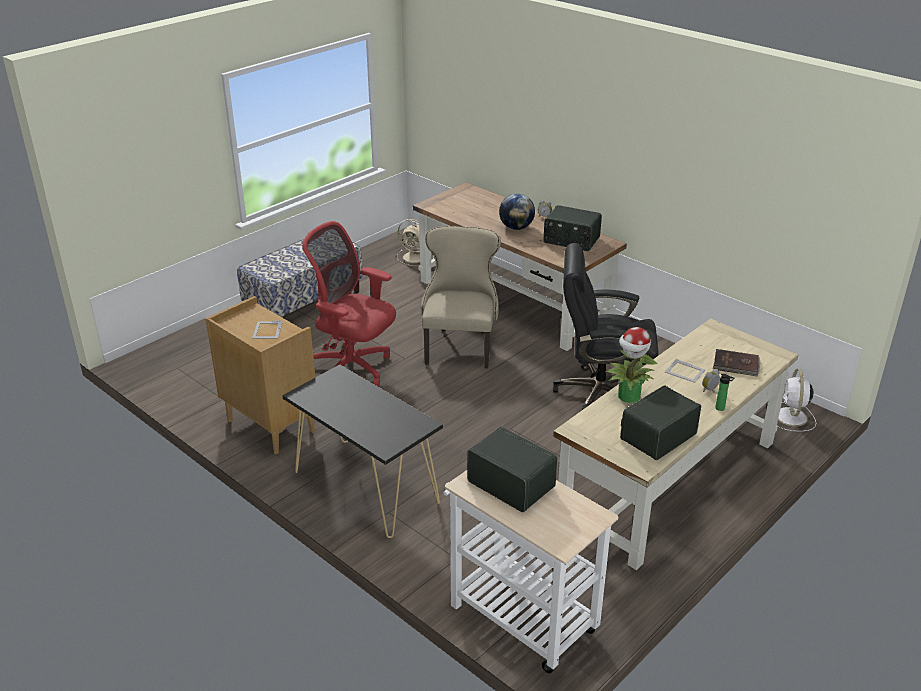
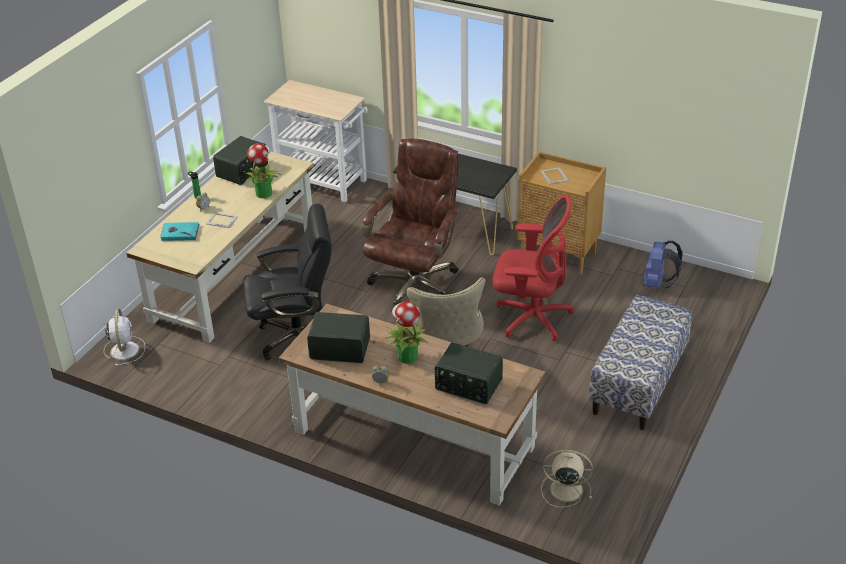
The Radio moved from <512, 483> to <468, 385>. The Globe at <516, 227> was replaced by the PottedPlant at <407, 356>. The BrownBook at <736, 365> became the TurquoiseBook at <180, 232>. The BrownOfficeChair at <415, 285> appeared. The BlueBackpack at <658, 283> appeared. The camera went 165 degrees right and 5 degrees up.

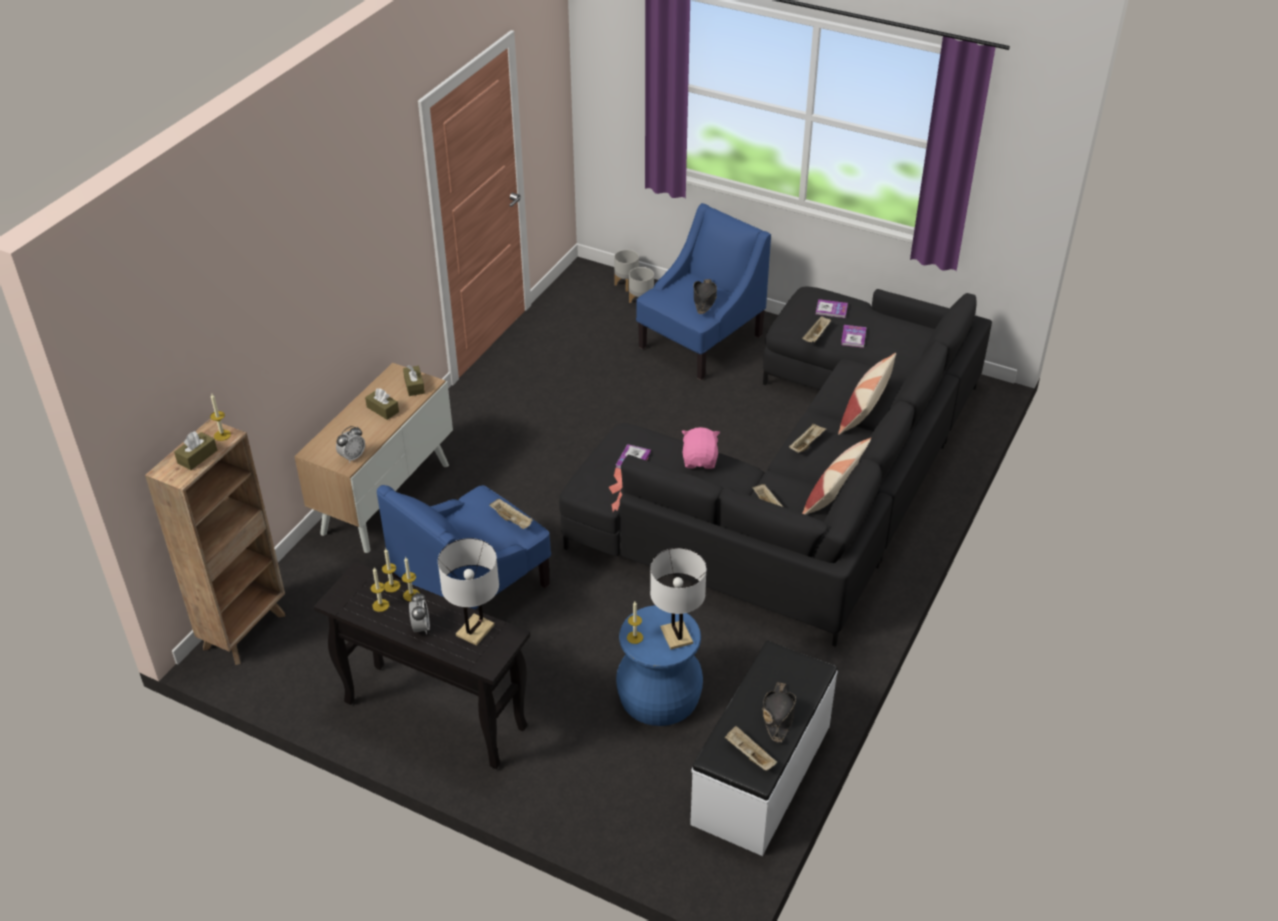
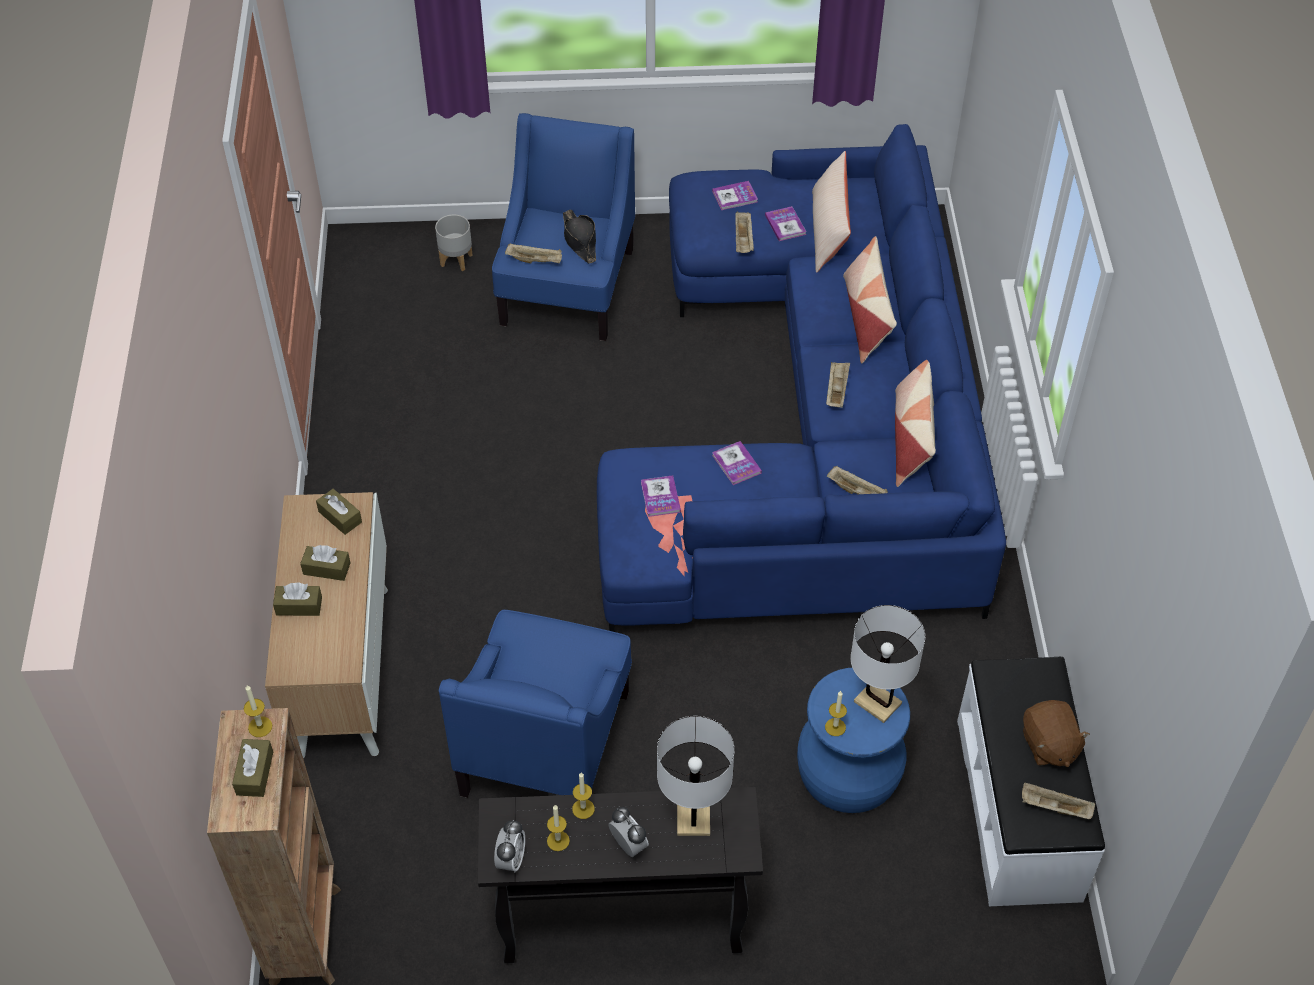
The AlarmClock moved from <352, 457> to <511, 860>. The Candle at <392, 586> disappeared. The BeigeTray moved from <512, 520> to <535, 260>. The BlackSofa at <806, 480> became the BlueSofa at <815, 424>. The GreyPlanter at <627, 284> disappeared. The PinkPlushToy at <700, 460> was replaced by the Book at <736, 464>. The BlackHat at <778, 715> was replaced by the BrownPlushToy at <1048, 745>. The BrownTissueBox at <299, 606> appeared. The BeigePillow at <828, 231> appeared. The camera went 30 degrees left and 10 degrees up.

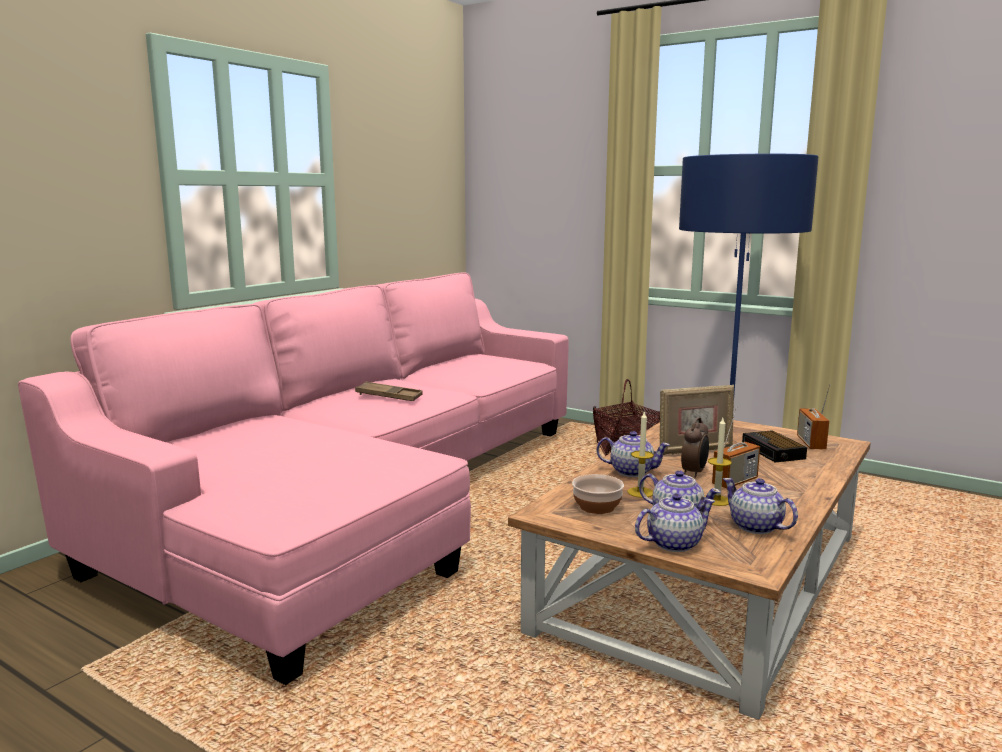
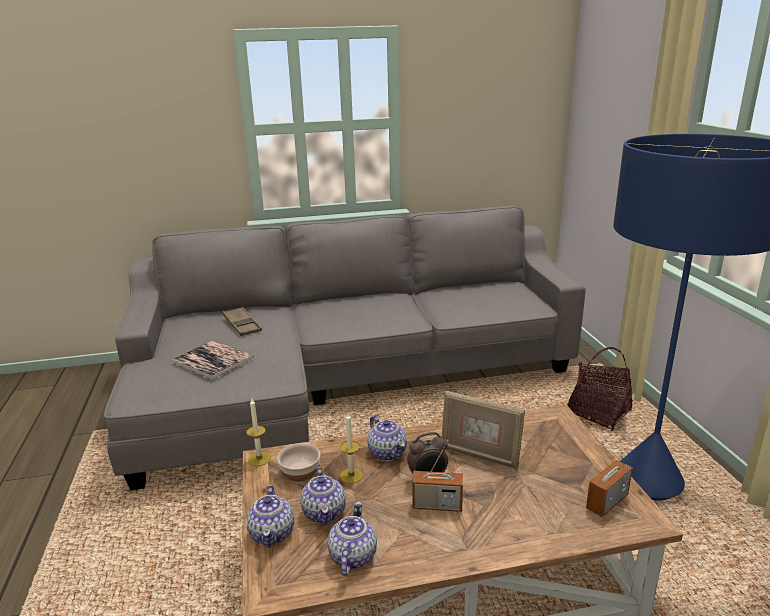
The PinkSofa at <364, 505> became the GreySofa at <339, 384>. The BrownTray moved from <389, 396> to <242, 325>. The Teapot at <673, 543> turned 60 degrees clockwise. The Candle moved from <717, 500> to <259, 459>. The AlarmClock at <774, 452> disappeared. The Book at <213, 360> appeared. The camera went 45 degrees right and 10 degrees up.

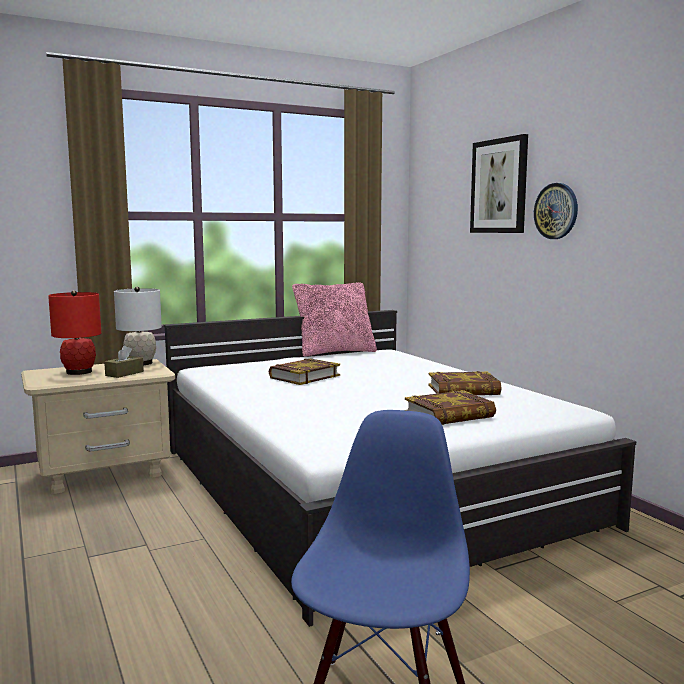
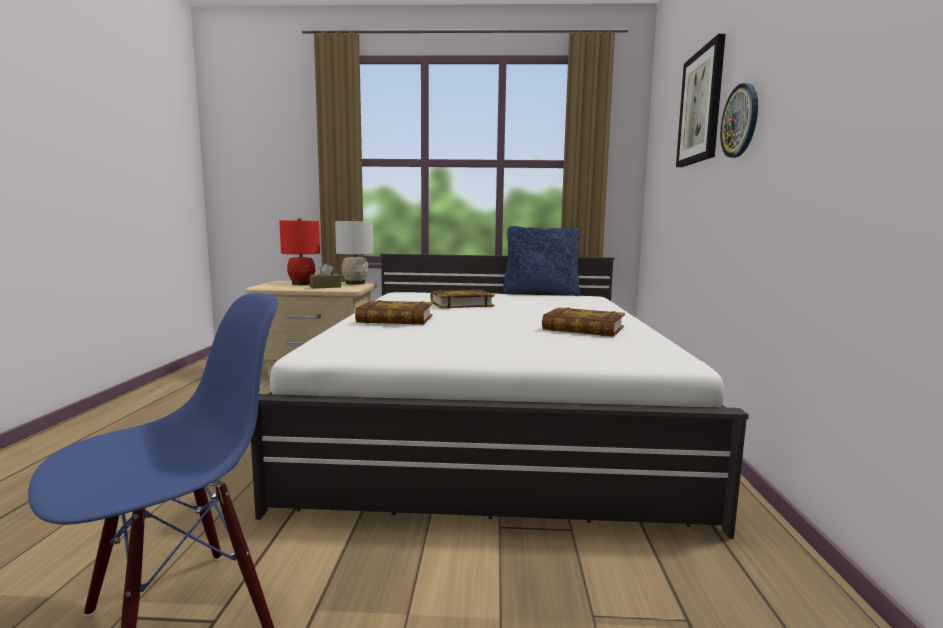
The PinkPillow at <335, 351> became the BluePillow at <541, 293>. The Book moved from <449, 415> to <395, 319>. The camera went 30 degrees right and 0 degrees up.

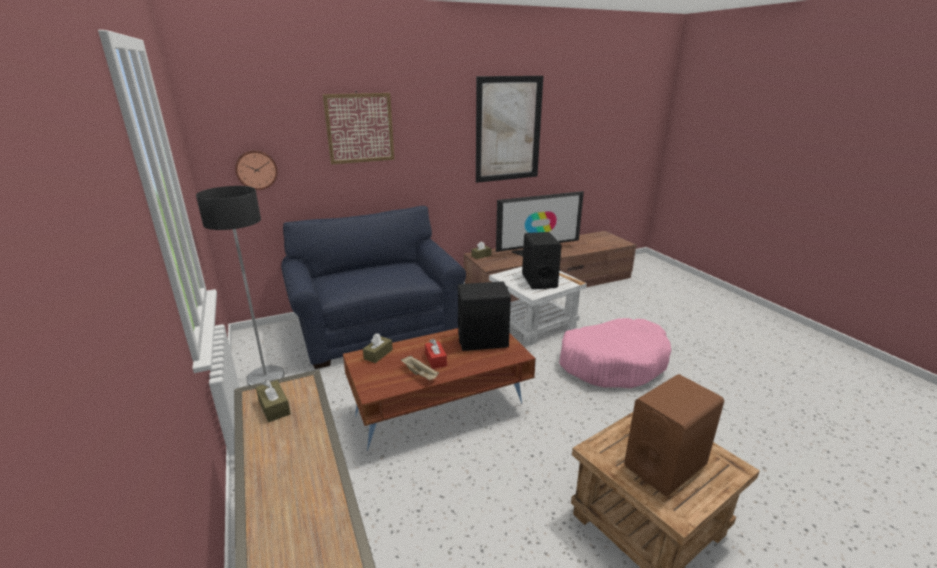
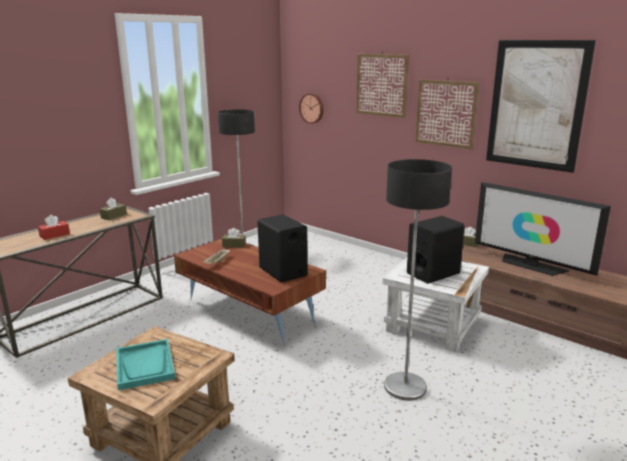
The BlueSofa at <377, 328> disappeared. The RedTissueBox moved from <435, 359> to <54, 235>. The PinkDogBed at <613, 363> was replaced by the FloorLamp at <404, 387>. The BrownSpeaker at <665, 465> was replaced by the TurquoiseTray at <145, 365>. The Picture at <446, 112> appeared. The camera went 65 degrees right and 5 degrees down.

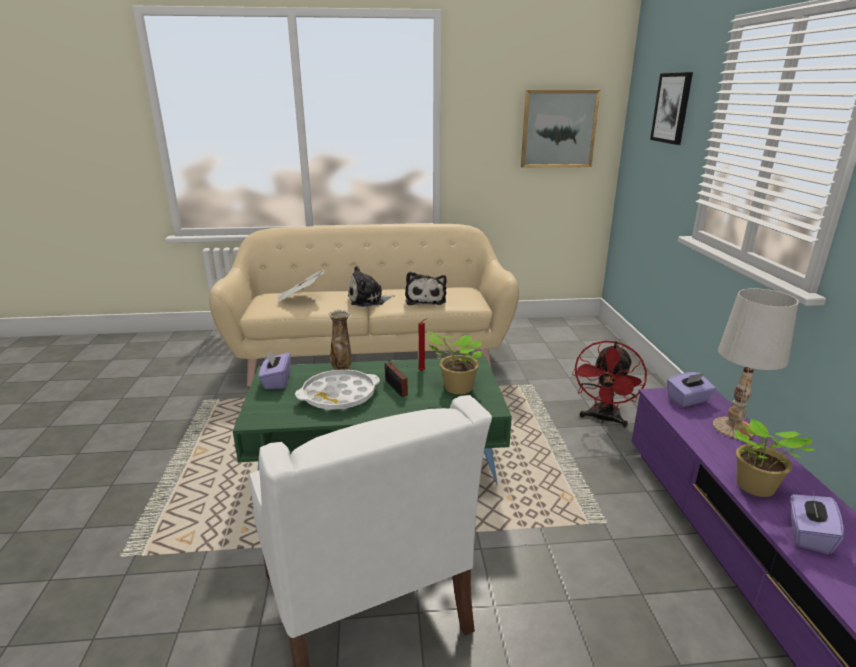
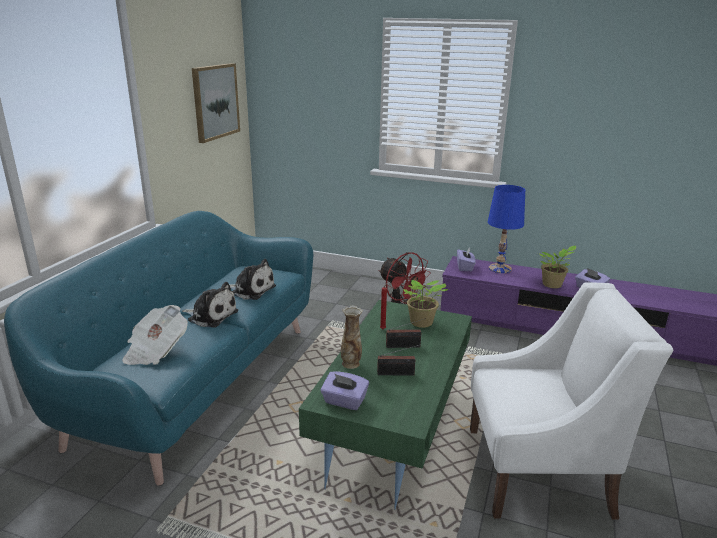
The BeigeSofa at <371, 357> became the TurquoiseSofa at <195, 381>. The WhiteTray at <339, 396> was replaced by the Radio at <398, 374>. The PlushToy at <368, 300> turned 75 degrees counterclockwise. The Picture at <672, 108> disappeared. The WhiteTableLamp at <732, 428> became the BlueTableLamp at <499, 268>. The camera went 65 degrees left and 0 degrees up.

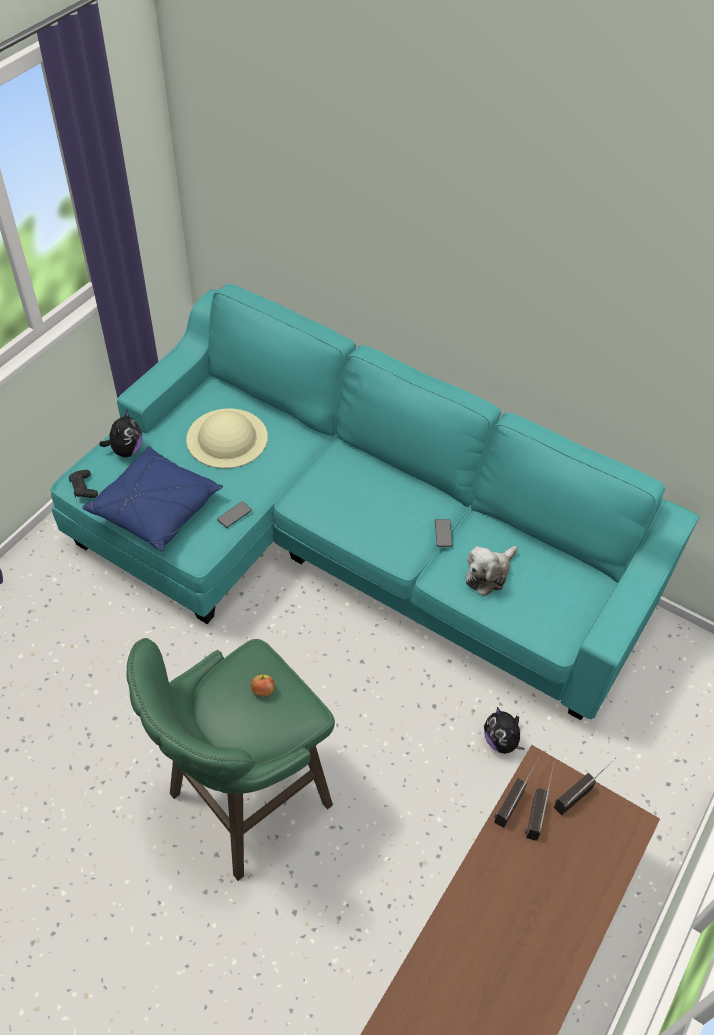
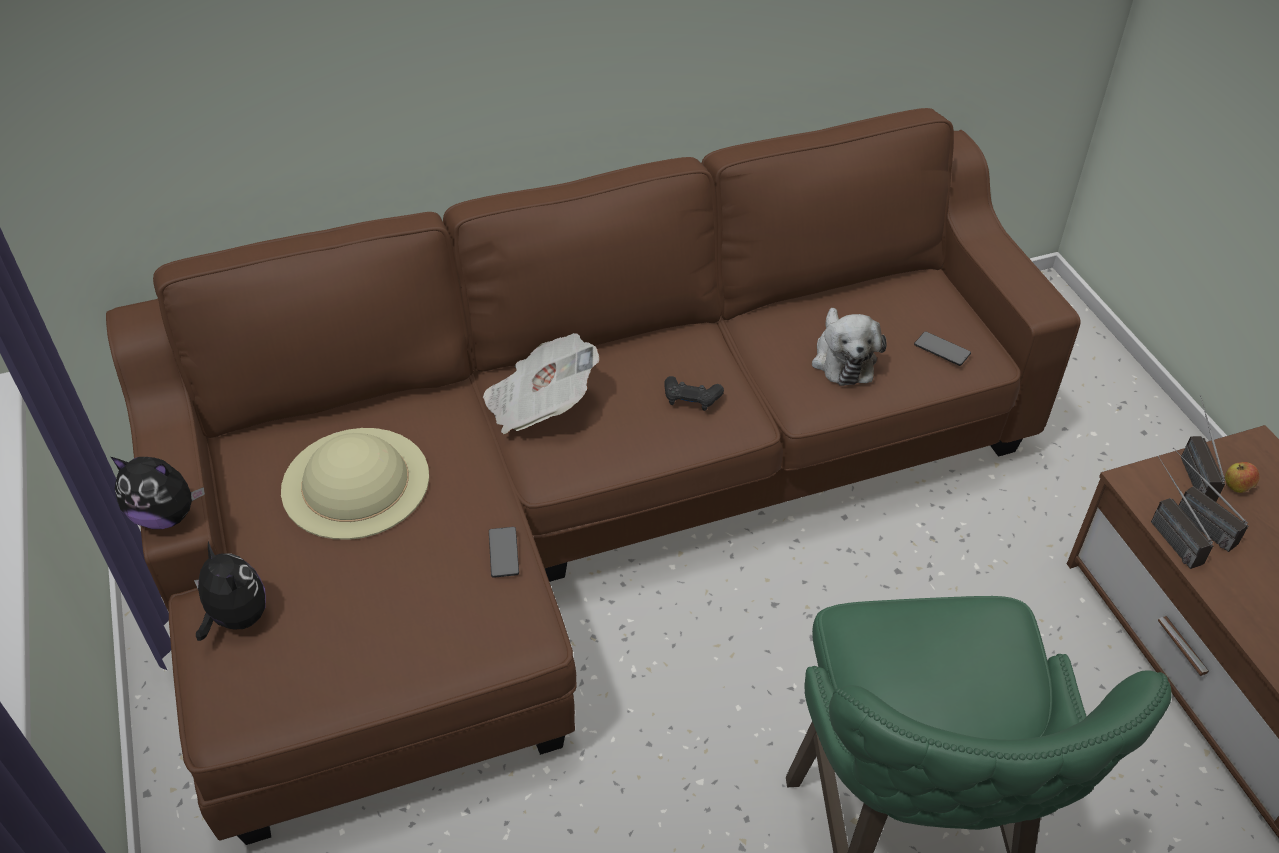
The TurquoiseSofa at <343, 547> became the BrownSofa at <580, 516>. The BlackGameController moved from <83, 488> to <691, 399>. The BluePillow at <156, 509> disappeared. The Apple moved from <263, 691> to <1236, 486>. The Phone moved from <443, 533> to <942, 349>. The PlushToy moved from <501, 741> to <166, 515>. The Newspaper at <540, 405> appeared. The camera went 50 degrees left and 5 degrees down.

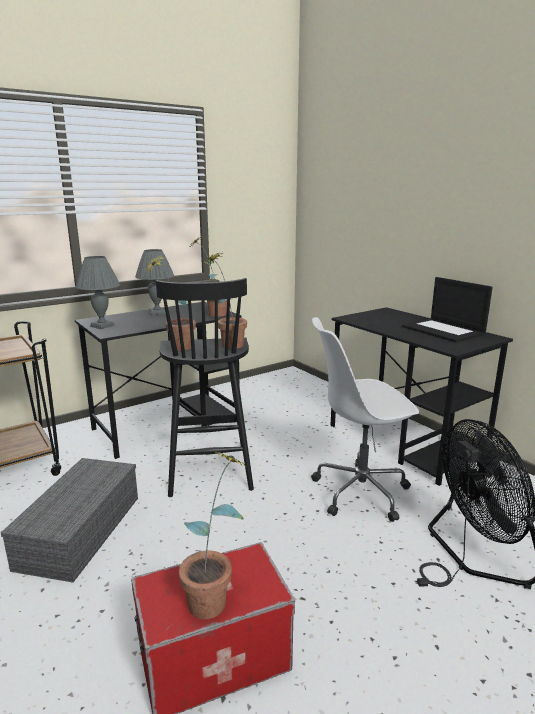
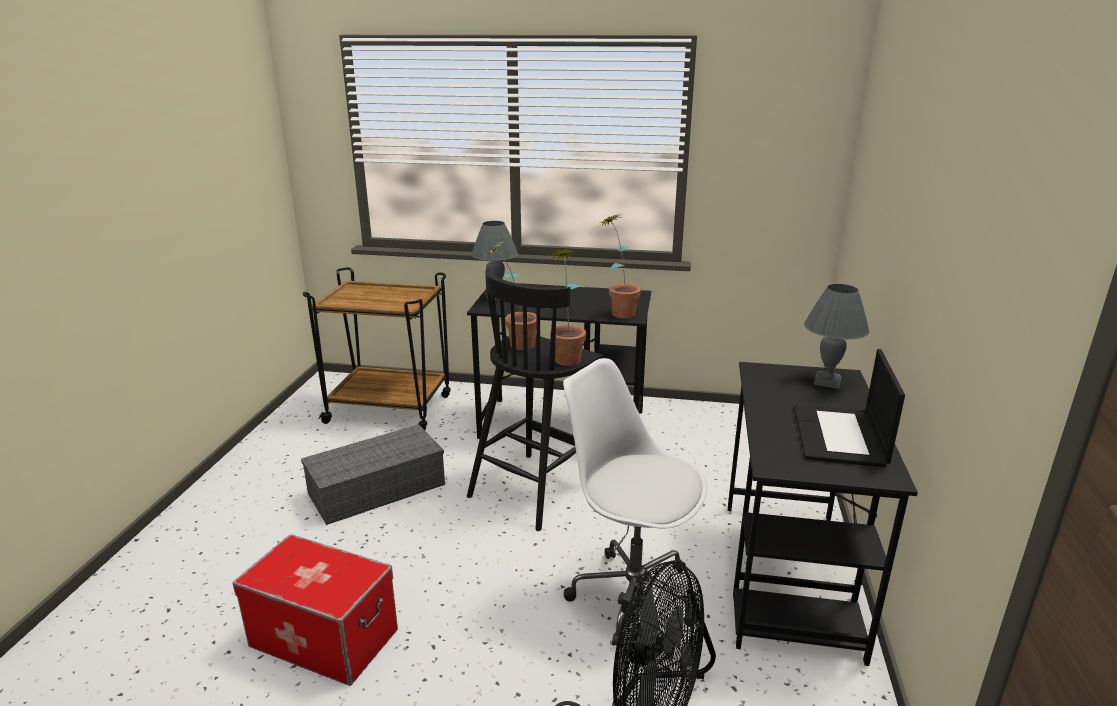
The GreyTableLamp moved from <157, 312> to <826, 381>. The PottedPlant at <216, 596> disappeared. The camera went 45 degrees right and 5 degrees up.

